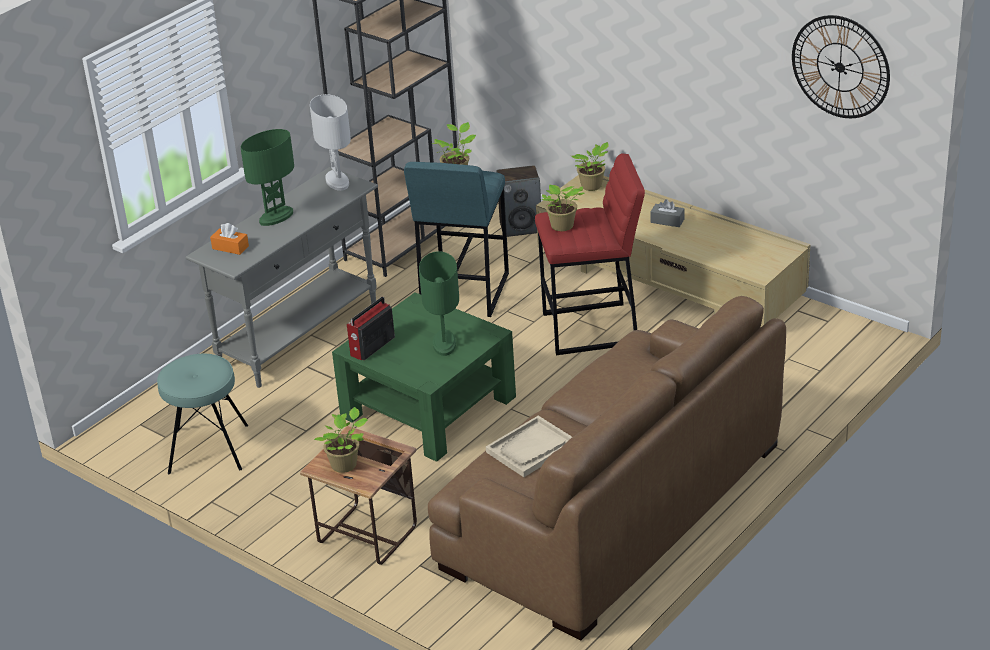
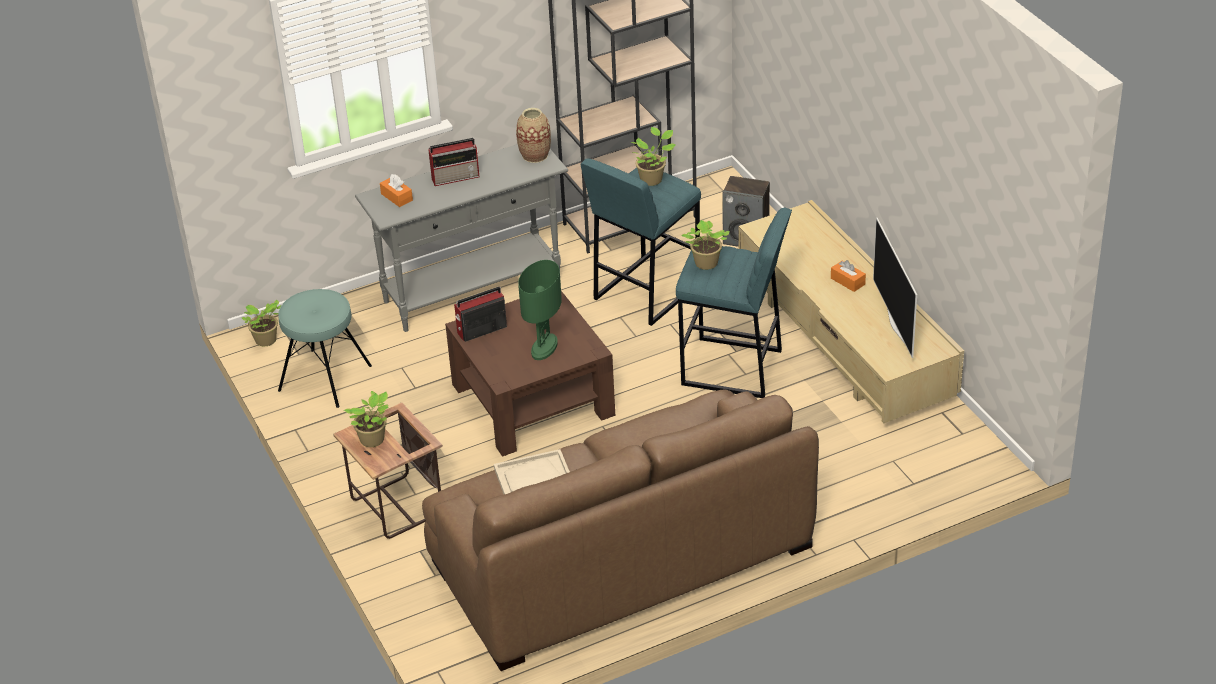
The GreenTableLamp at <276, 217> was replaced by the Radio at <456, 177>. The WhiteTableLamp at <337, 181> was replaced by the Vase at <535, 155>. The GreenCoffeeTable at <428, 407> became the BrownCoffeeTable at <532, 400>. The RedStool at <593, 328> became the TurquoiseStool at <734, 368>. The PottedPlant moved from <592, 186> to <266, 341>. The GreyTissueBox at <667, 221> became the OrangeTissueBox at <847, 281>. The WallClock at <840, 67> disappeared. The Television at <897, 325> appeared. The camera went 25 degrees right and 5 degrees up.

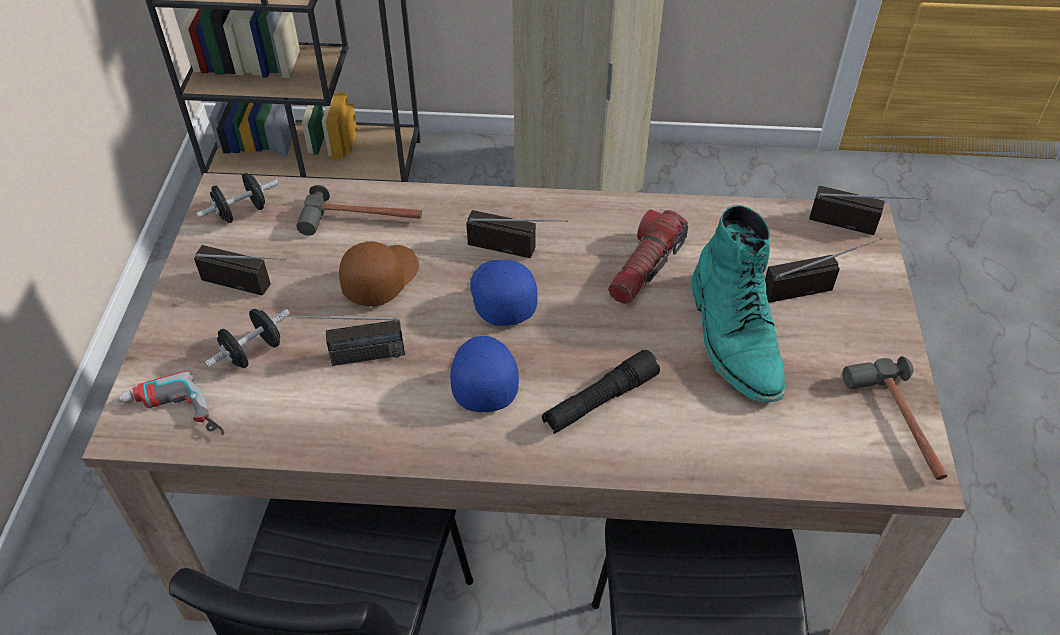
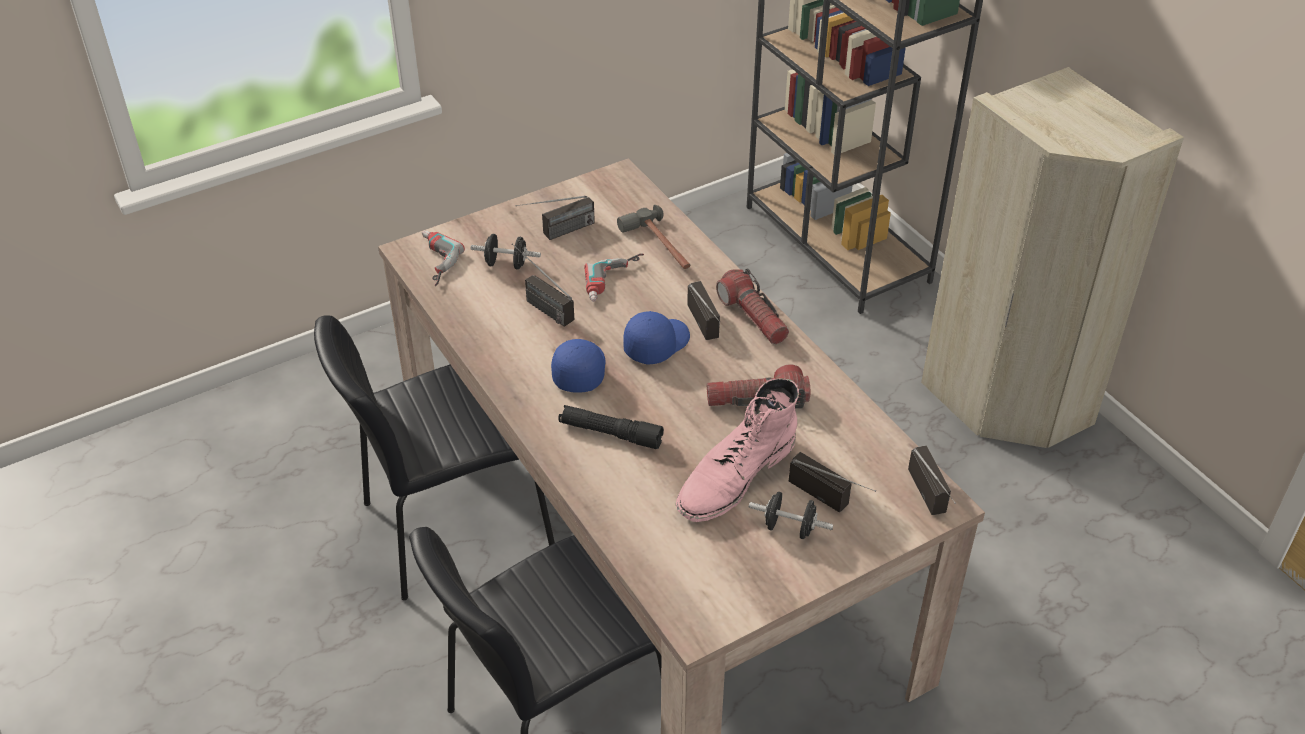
The Radio at <254, 285> turned 75 degrees clockwise. The BlackDumbbell moved from <242, 212> to <789, 528>. The BrownCap at <380, 278> was replaced by the PowerDrill at <616, 282>. The BlueCap at <482, 378> turned 45 degrees counterclockwise. The TurquoiseBoot at <734, 336> became the PinkBoot at <735, 476>. The Hammer at <900, 425> disappeared. The Flashlight at <753, 316> appeared. The camera went 55 degrees right and 5 degrees down.

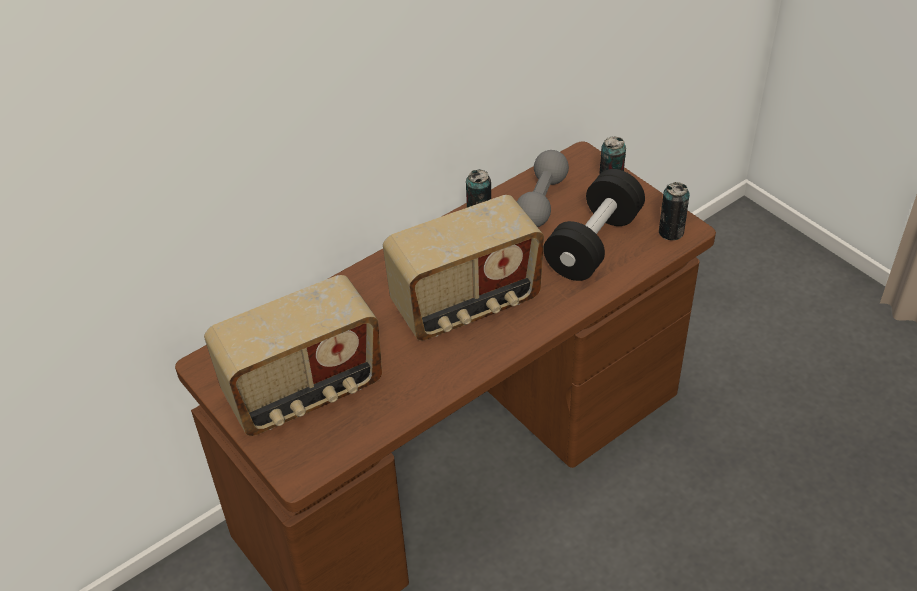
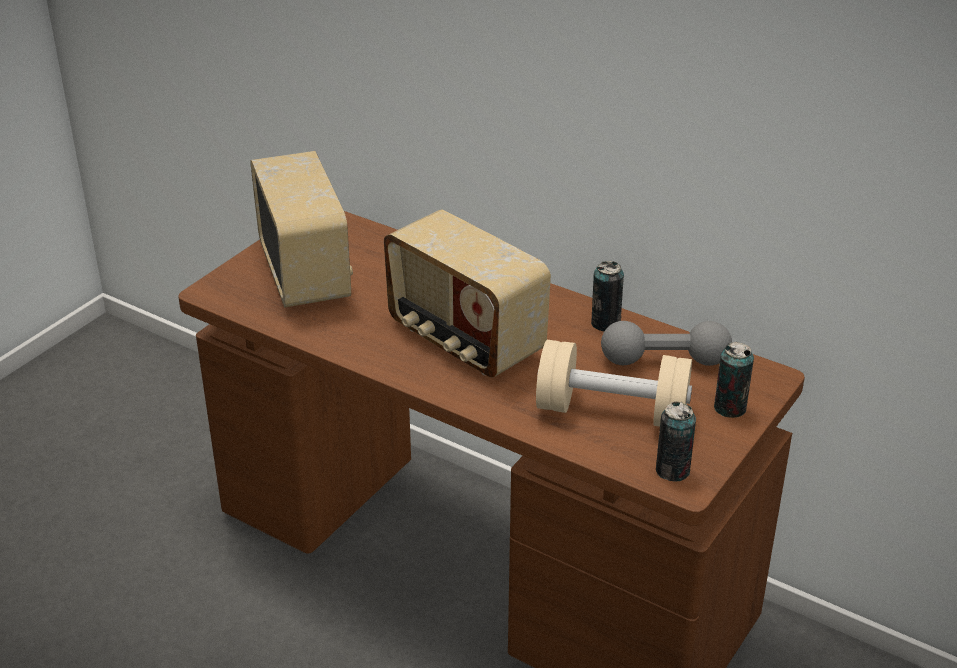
The Radio at <304, 392> turned 150 degrees counterclockwise. The BlackDumbbell at <593, 244> became the BeigeDumbbell at <612, 411>. The camera went 70 degrees right and 10 degrees down.

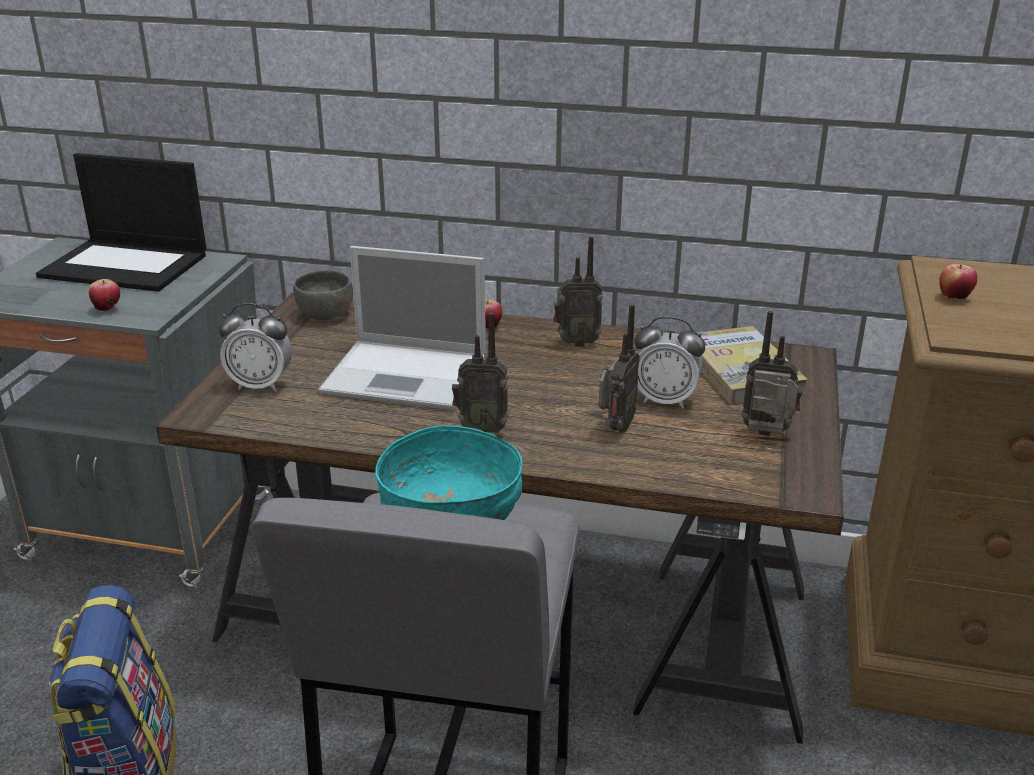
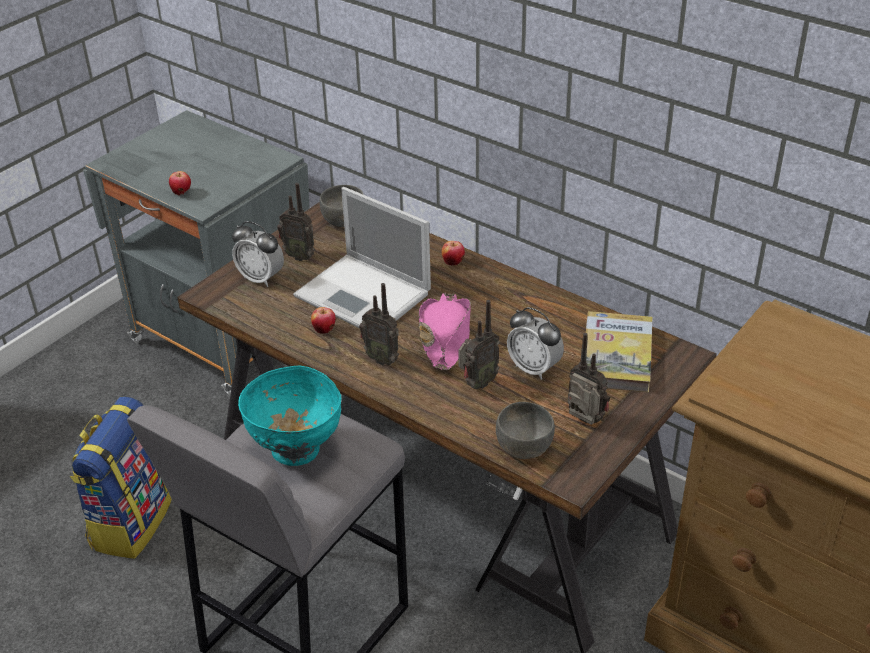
The Laptop at <127, 265> disappeared. The Radio moved from <576, 342> to <300, 256>. The Apple moved from <954, 297> to <324, 330>. The PinkHat at <445, 337> appeared. The GreyBowl at <524, 446> appeared. The camera went 25 degrees right and 10 degrees up.

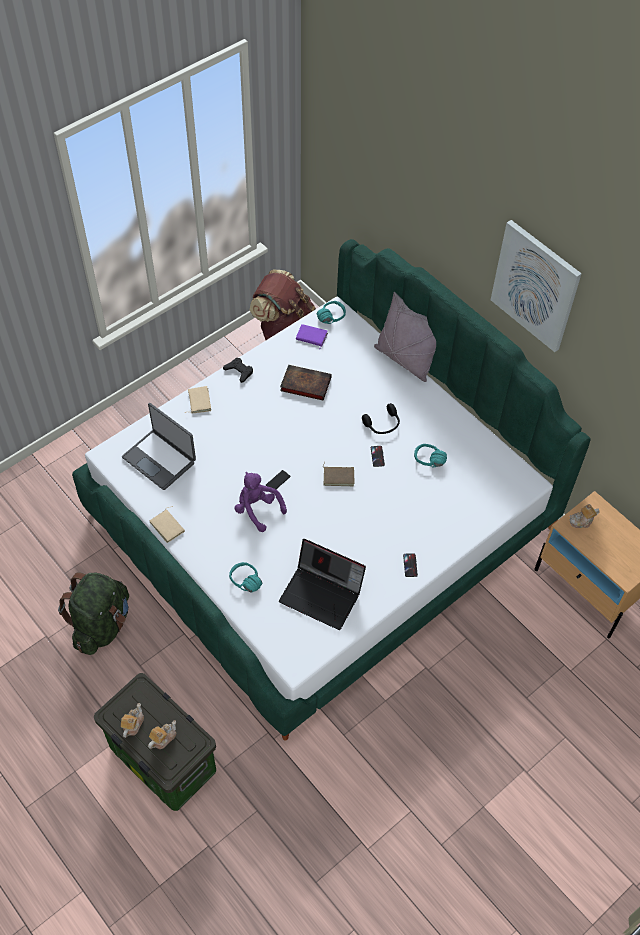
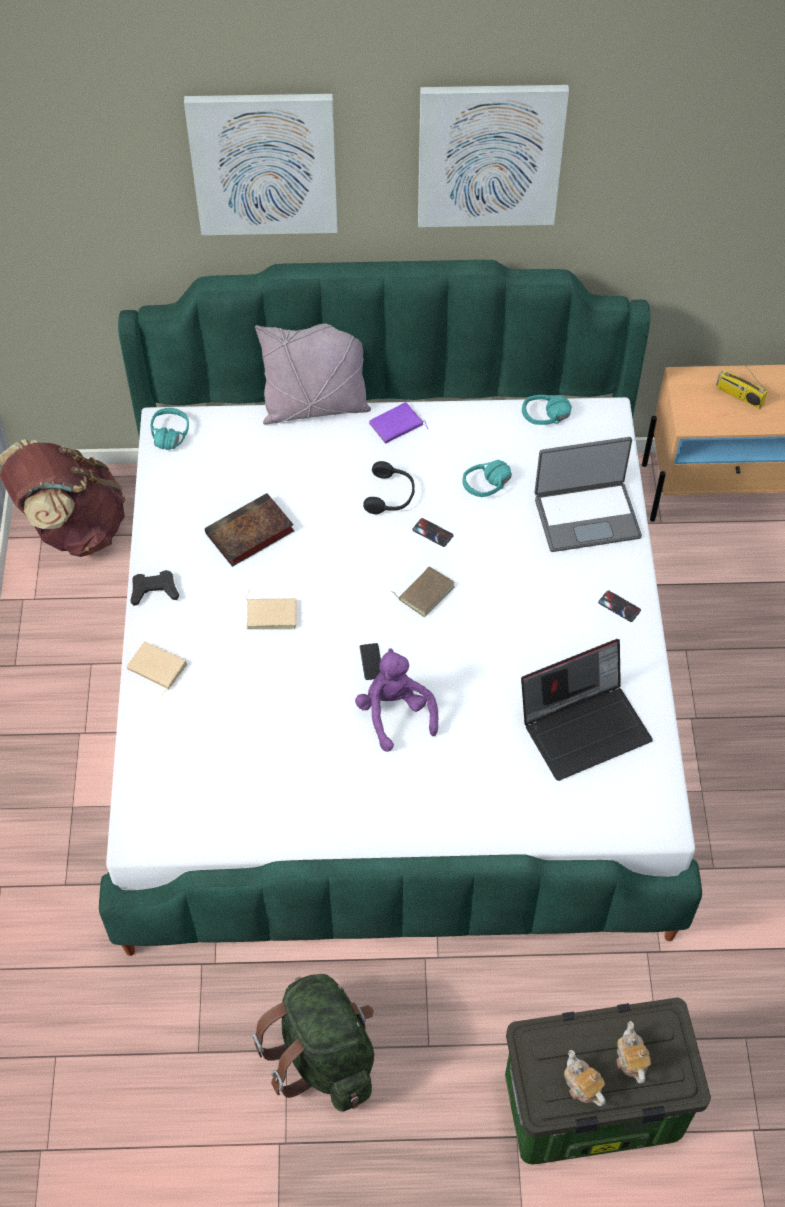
The Laptop moved from <160, 459> to <586, 516>. The BeigeBook moved from <168, 526> to <272, 614>. The TurquoiseHeadphones moved from <242, 584> to <547, 422>. The PurplePlushToy at <257, 509> turned 75 degrees clockwise. The PurpleBook moved from <311, 337> to <396, 426>. The Teapot at <582, 521> disappeared. The Picture at <264, 163> appeared. The Radio at <738, 395> appeared. The camera went 50 degrees left and 0 degrees up.

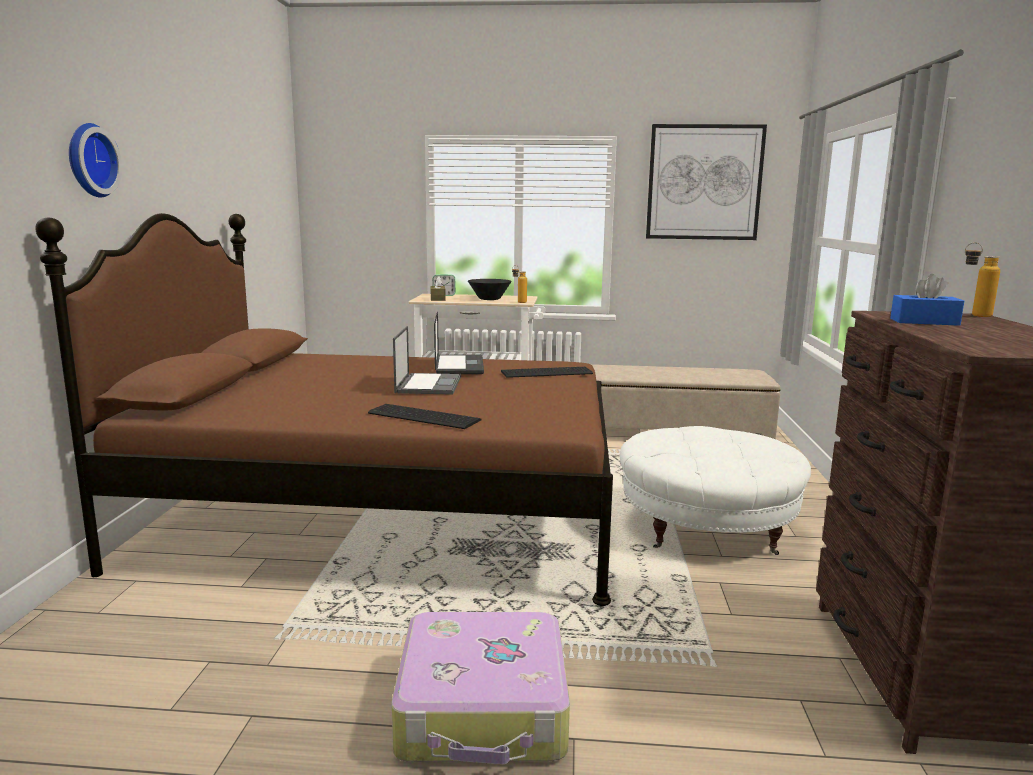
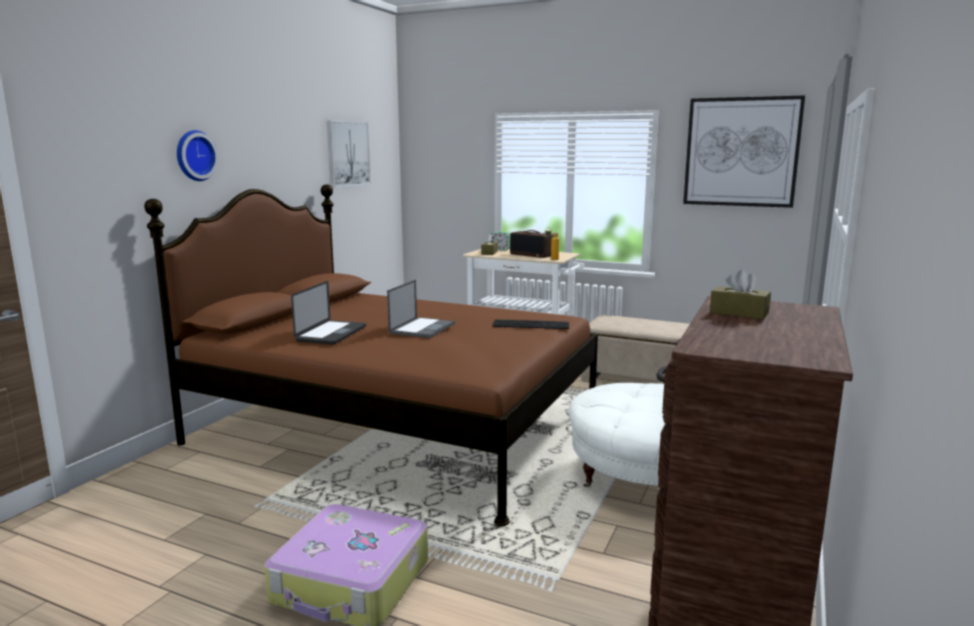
The Keyboard at <424, 417> disappeared. The Laptop moved from <459, 366> to <331, 333>. The BlackBowl at <489, 299> was replaced by the Radio at <532, 255>. The BlueTissueBox at <924, 322> became the BrownTissueBox at <739, 313>. The Bottle at <973, 315> disappeared. The Picture at <348, 153> appeared. The camera went 20 degrees right and 0 degrees up.

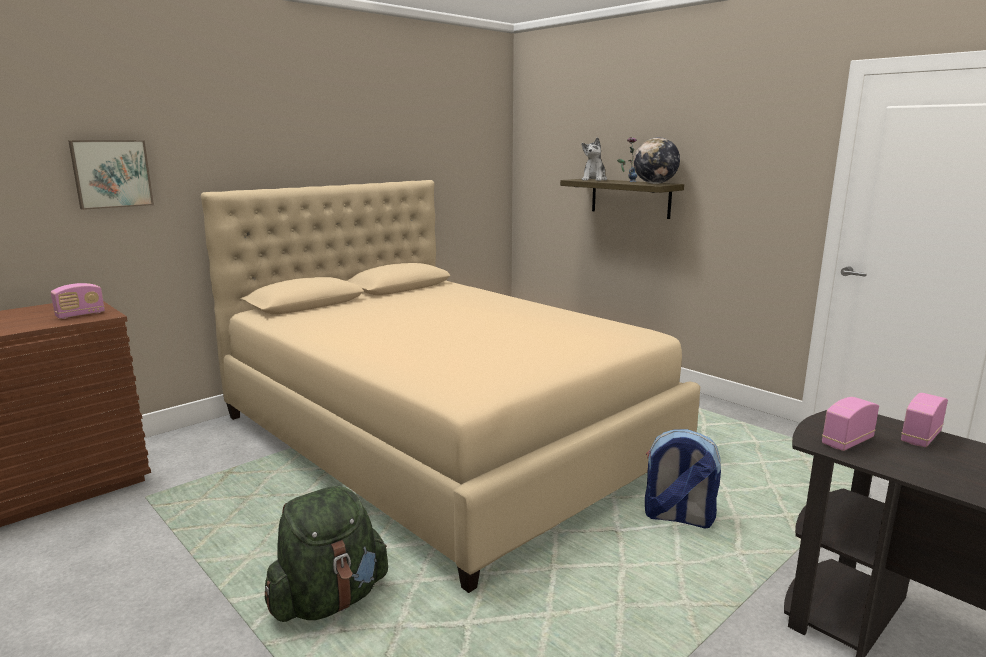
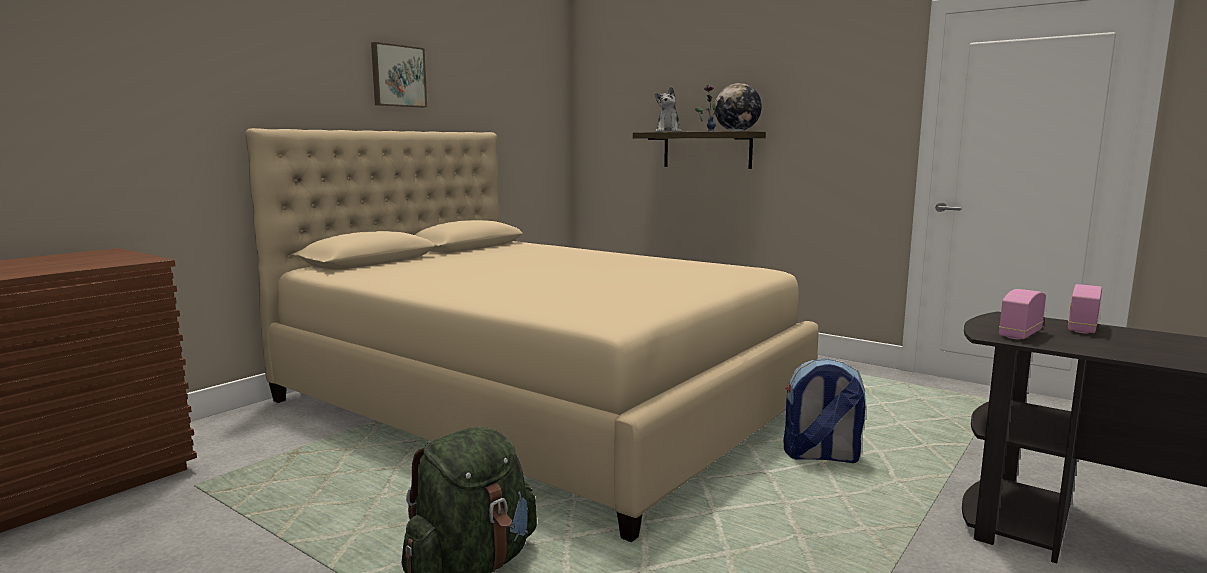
The Radio at <80, 315> disappeared. The Picture moved from <111, 173> to <397, 76>. The camera went 10 degrees left and 5 degrees down.

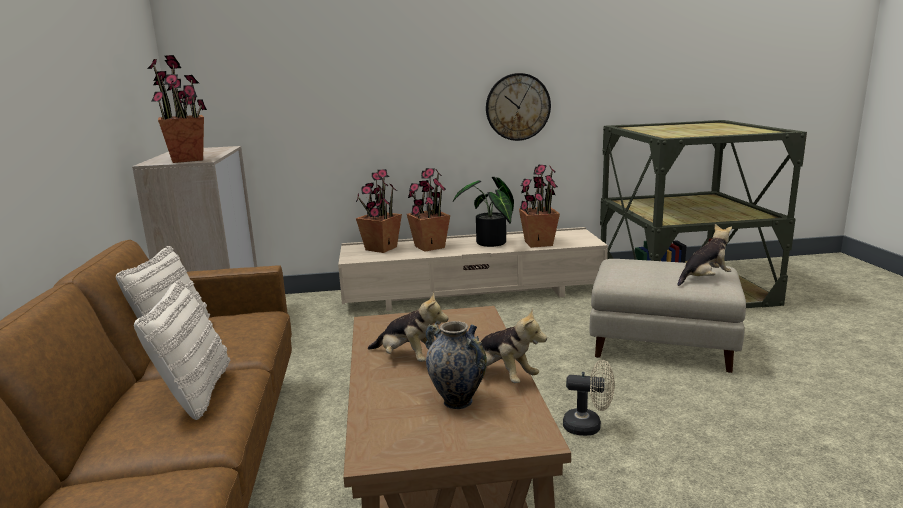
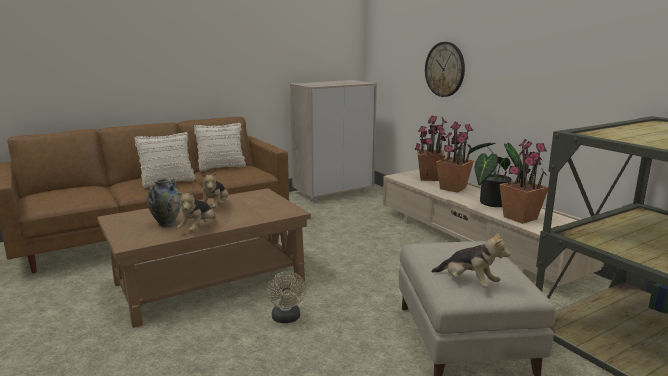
The PottedPlant at <187, 160> disappeared. The WallClock moved from <518, 107> to <445, 69>. The camera went 65 degrees right and 0 degrees up.

